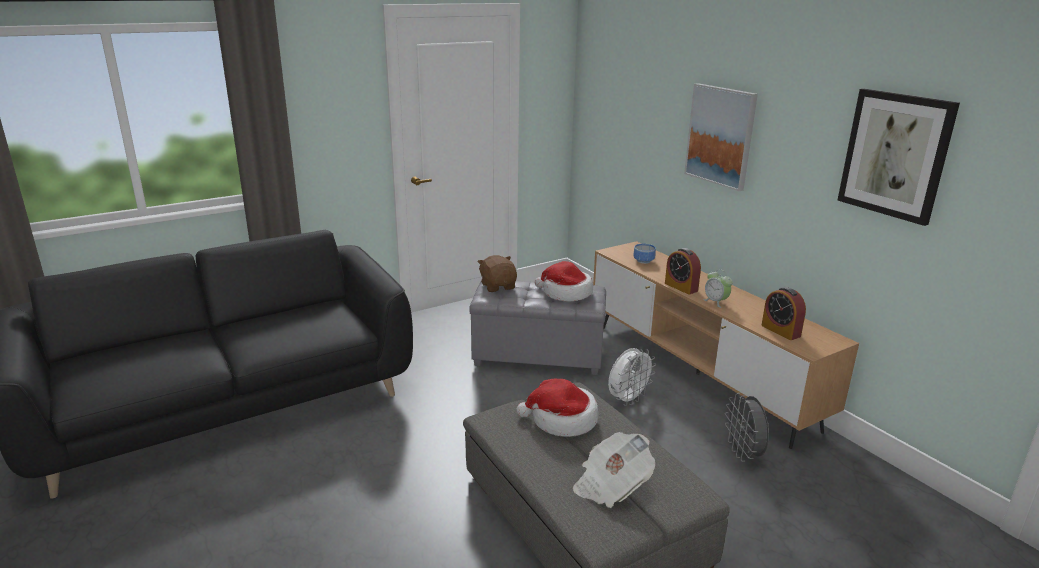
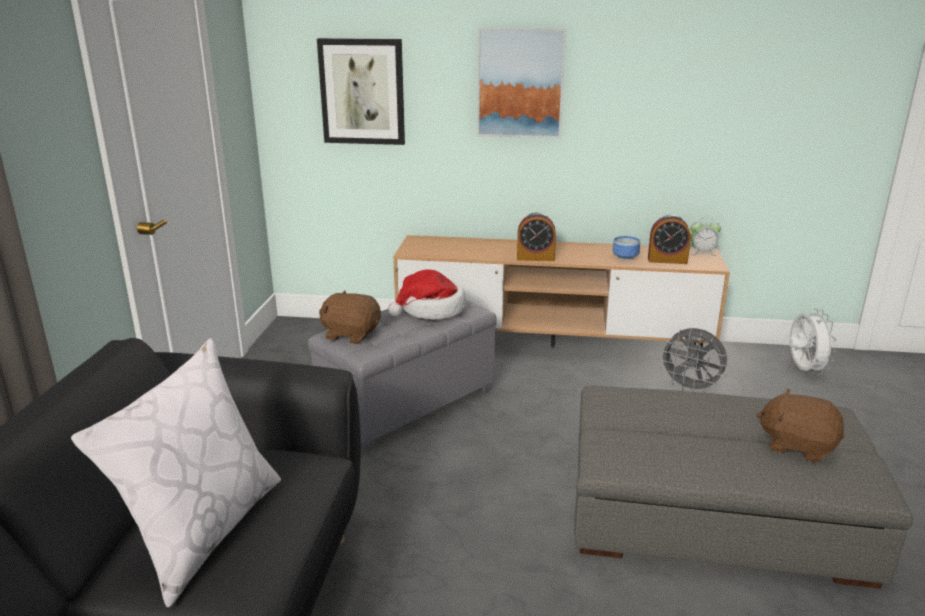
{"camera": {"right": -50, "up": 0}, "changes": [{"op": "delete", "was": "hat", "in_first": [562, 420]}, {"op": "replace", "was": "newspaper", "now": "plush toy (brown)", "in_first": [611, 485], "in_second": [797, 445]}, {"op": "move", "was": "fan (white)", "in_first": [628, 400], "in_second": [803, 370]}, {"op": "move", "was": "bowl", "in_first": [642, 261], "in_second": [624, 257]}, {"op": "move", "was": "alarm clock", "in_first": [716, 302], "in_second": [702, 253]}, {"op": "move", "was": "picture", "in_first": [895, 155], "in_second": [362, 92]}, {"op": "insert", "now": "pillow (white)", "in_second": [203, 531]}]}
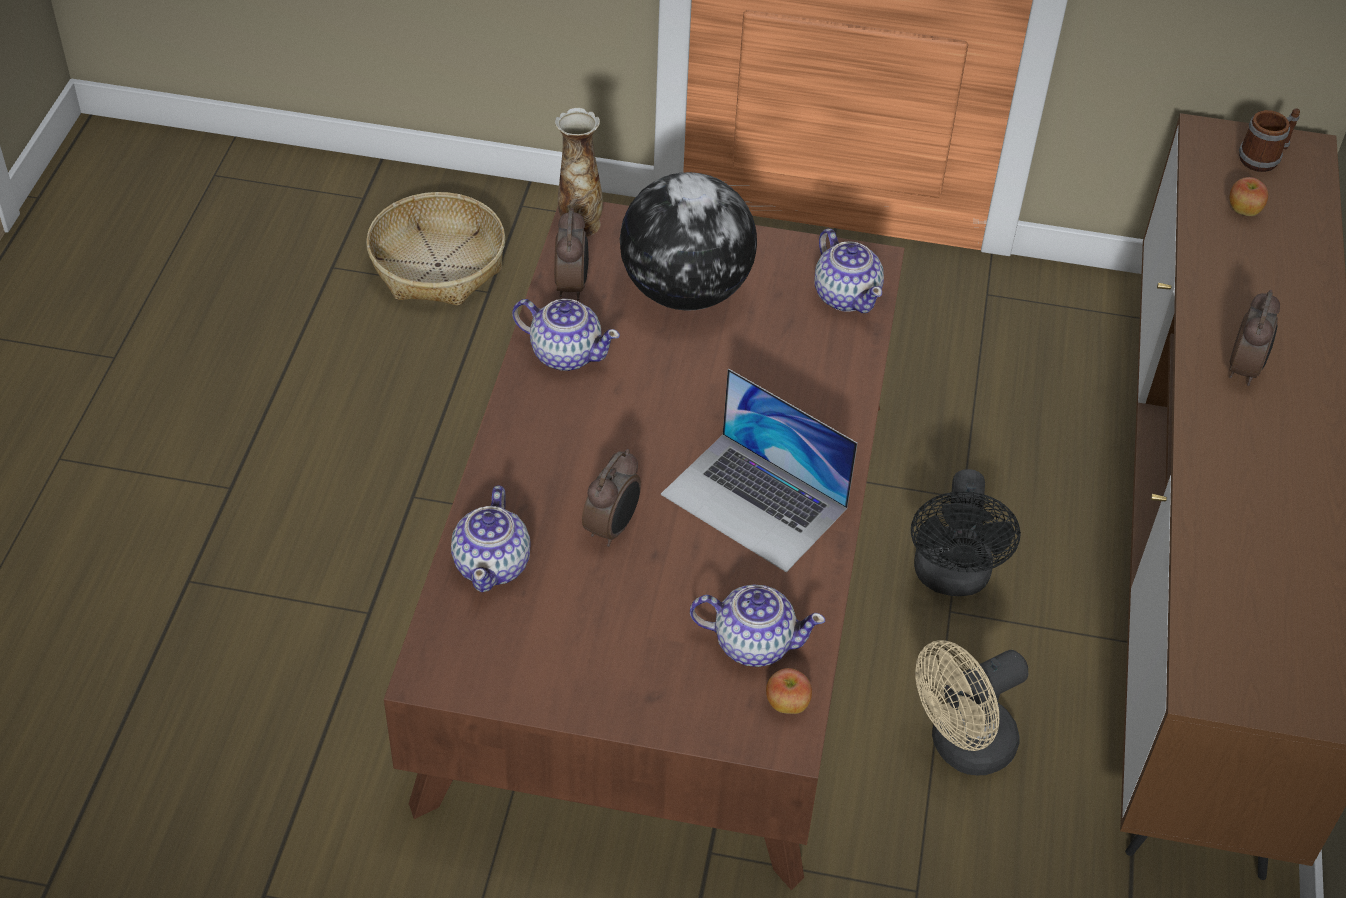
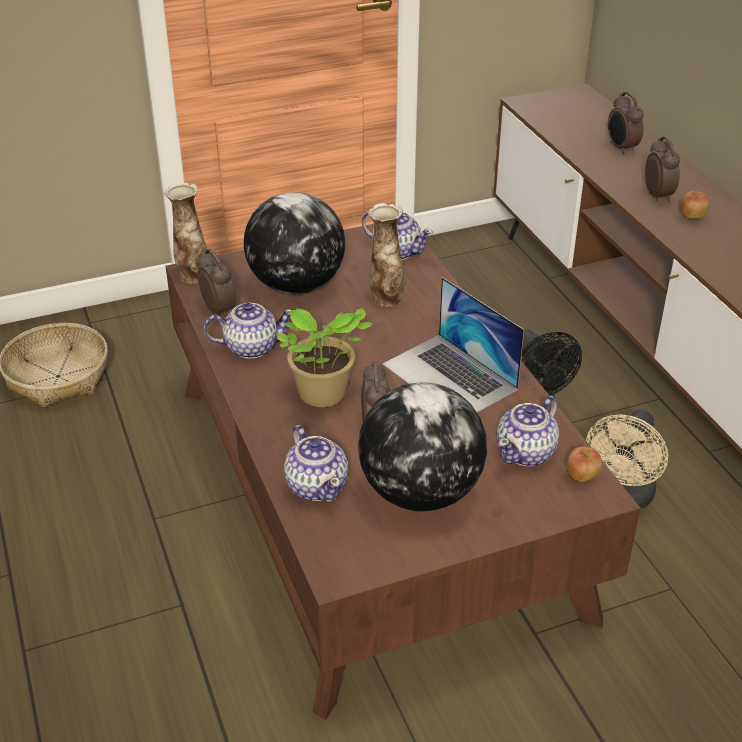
{"camera": {"right": -30, "up": -10}, "changes": [{"op": "rotate", "was": "laptop", "in_first": [755, 501], "in_second": [450, 376], "clockwise": 45}, {"op": "rotate", "was": "teapot", "in_first": [753, 642], "in_second": [526, 452], "clockwise": 150}, {"op": "move", "was": "apple", "in_first": [1243, 211], "in_second": [692, 216]}, {"op": "delete", "was": "mug", "in_first": [1264, 157]}, {"op": "insert", "now": "potted plant", "in_second": [322, 396]}, {"op": "insert", "now": "globe", "in_second": [420, 492]}, {"op": "insert", "now": "vase", "in_second": [386, 298]}, {"op": "insert", "now": "alarm clock", "in_second": [621, 148]}]}
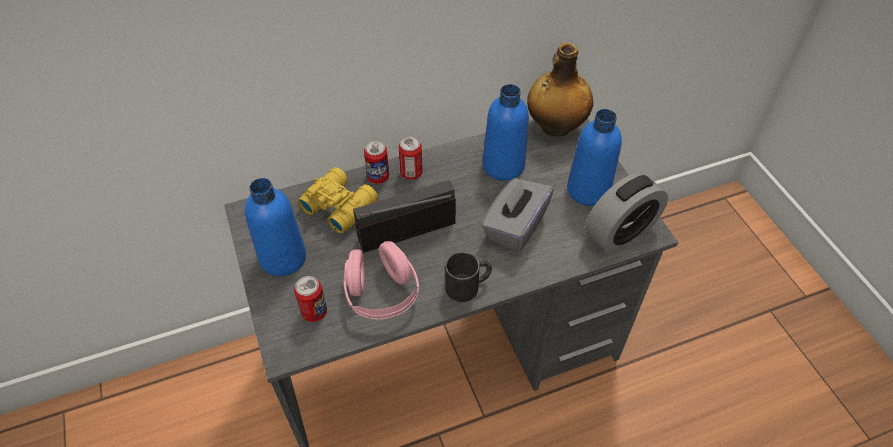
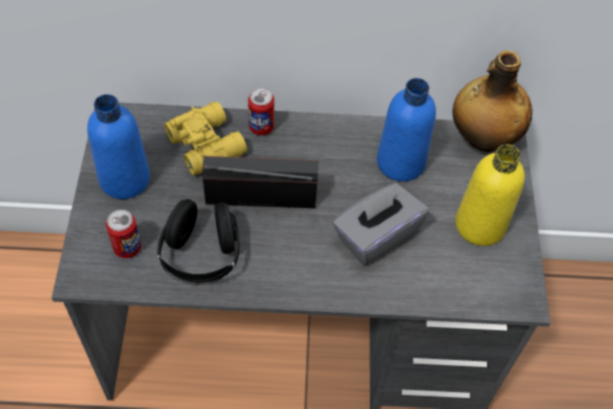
{"camera": {"right": 20, "up": 5}, "changes": [{"op": "recolor", "was": "headphones (pink)", "now": "headphones (black)", "in_first": [381, 294], "in_second": [201, 255]}, {"op": "delete", "was": "can", "in_first": [411, 173]}, {"op": "delete", "was": "mug (black)", "in_first": [468, 286]}, {"op": "recolor", "was": "bottle (blue)", "now": "bottle (yellow)", "in_first": [588, 190], "in_second": [480, 225]}, {"op": "delete", "was": "alarm clock", "in_first": [620, 233]}]}
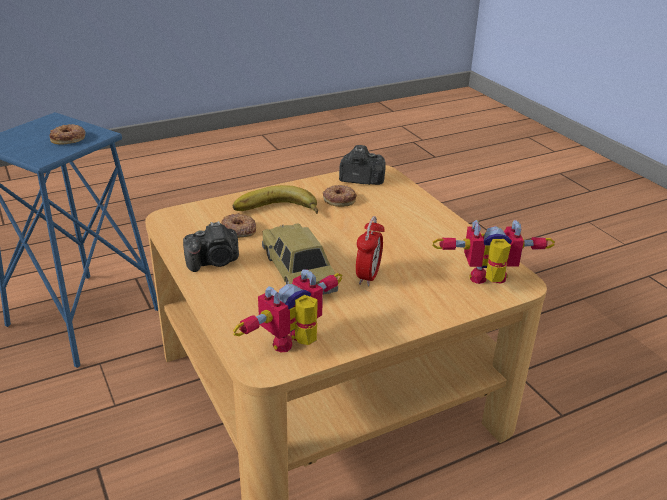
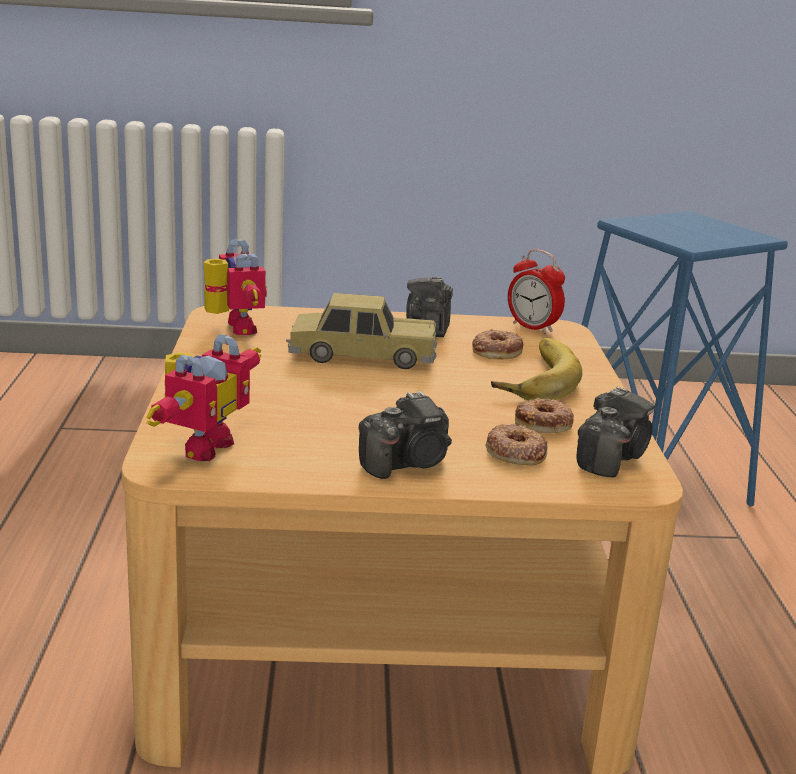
{"camera": {"right": 115, "up": -10}, "changes": [{"op": "move", "was": "donut", "in_first": [68, 138], "in_second": [515, 452]}, {"op": "move", "was": "alarm clock", "in_first": [368, 276], "in_second": [532, 327]}, {"op": "insert", "now": "photo camera", "in_second": [408, 464]}]}
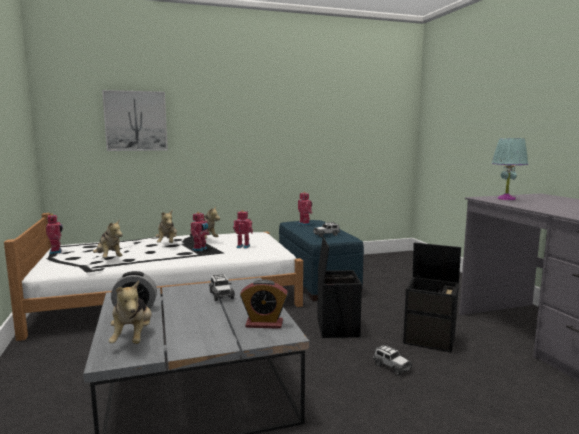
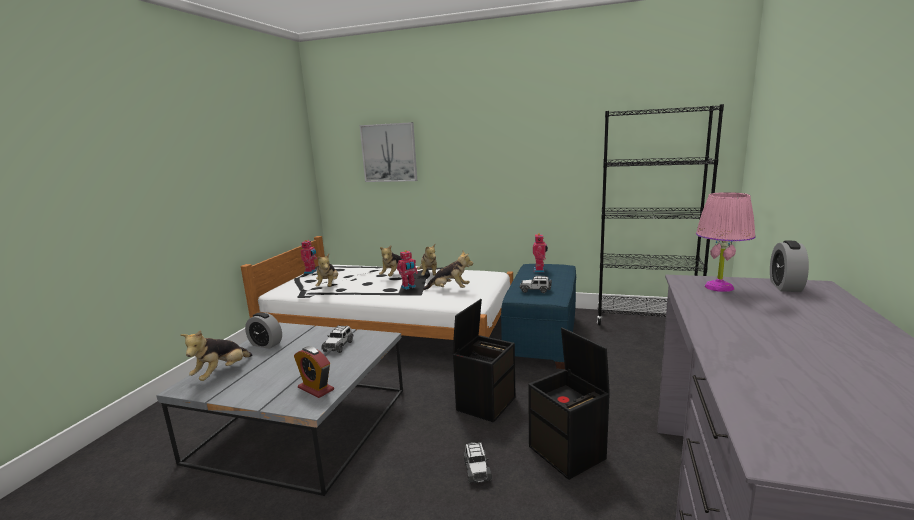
{"camera": {"right": 35, "up": 5}, "changes": [{"op": "replace", "was": "toy robot", "now": "plush toy", "in_first": [243, 246], "in_second": [449, 290]}, {"op": "recolor", "was": "table lamp (turquoise)", "now": "table lamp (pink)", "in_first": [506, 199], "in_second": [719, 287]}, {"op": "insert", "now": "bookcase (black)", "in_second": [646, 321]}, {"op": "insert", "now": "alarm clock", "in_second": [785, 286]}]}
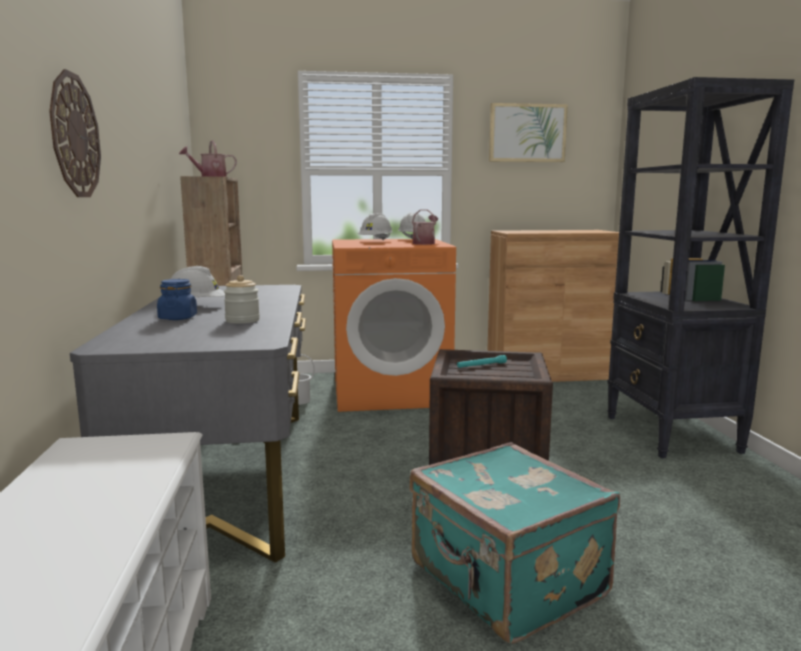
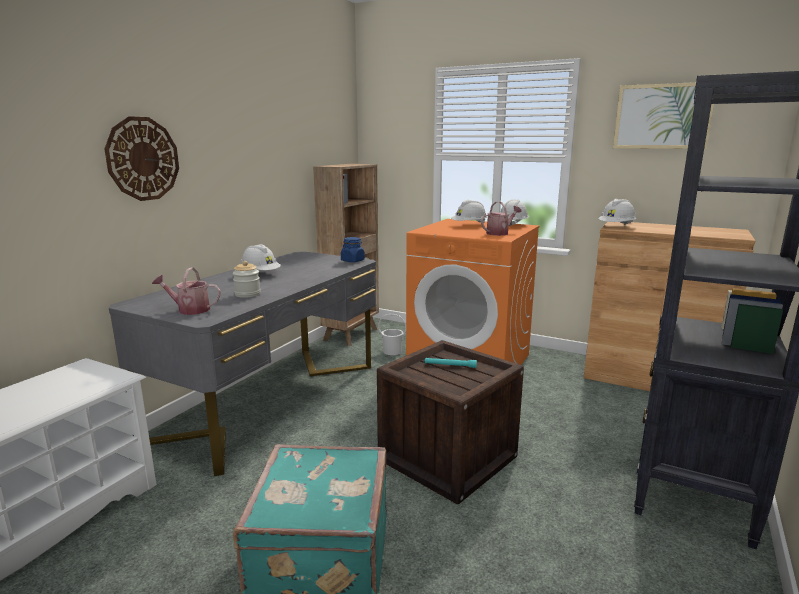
{"camera": {"right": 35, "up": 5}, "changes": [{"op": "move", "was": "jar (blue)", "in_first": [178, 318], "in_second": [352, 260]}, {"op": "move", "was": "watering can", "in_first": [210, 176], "in_second": [189, 309]}, {"op": "insert", "now": "hard hat (white)", "in_second": [616, 227]}]}
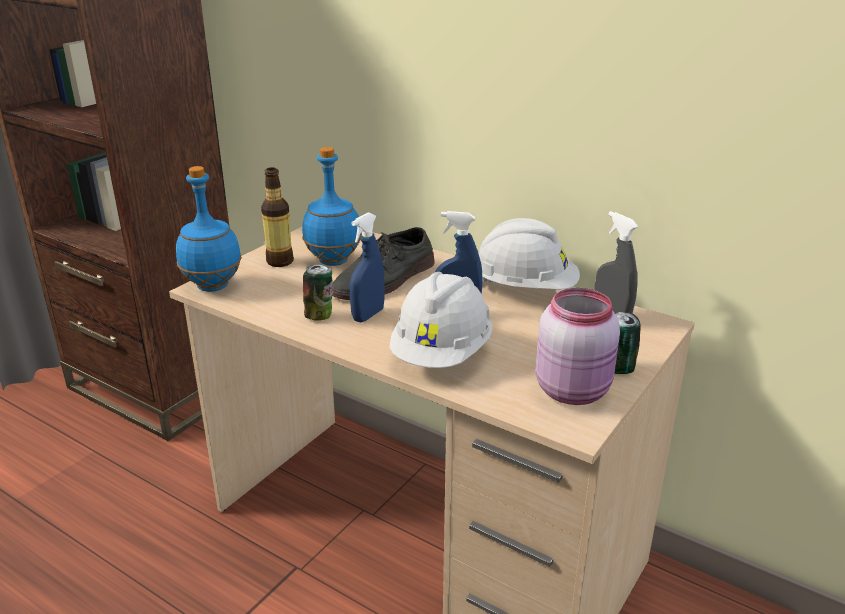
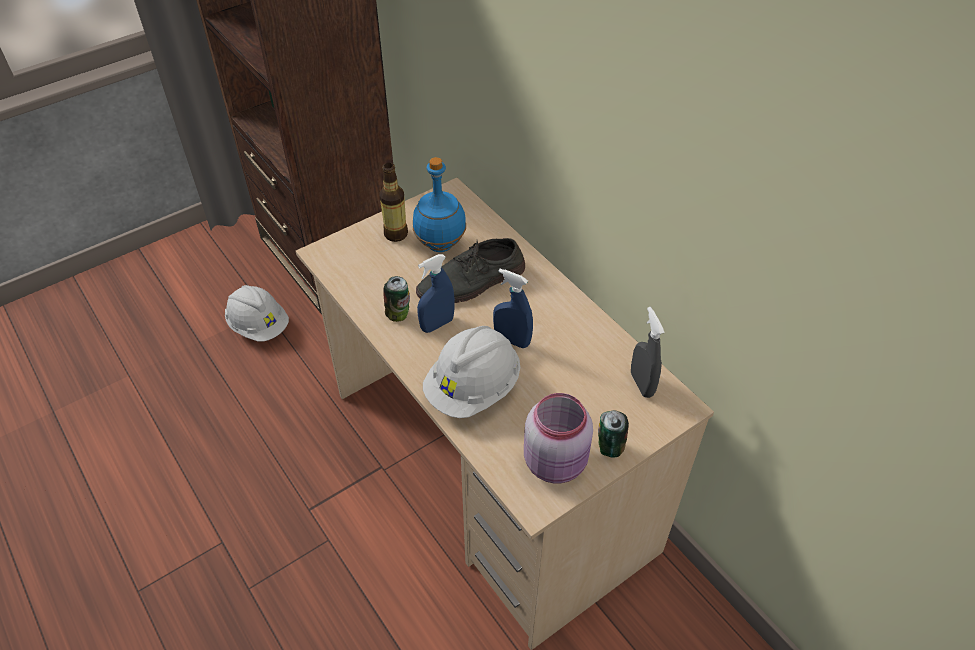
{"camera": {"right": 20, "up": 20}, "changes": [{"op": "delete", "was": "bottle (blue)", "in_first": [212, 287]}, {"op": "move", "was": "hard hat (white)", "in_first": [524, 289], "in_second": [259, 326]}]}
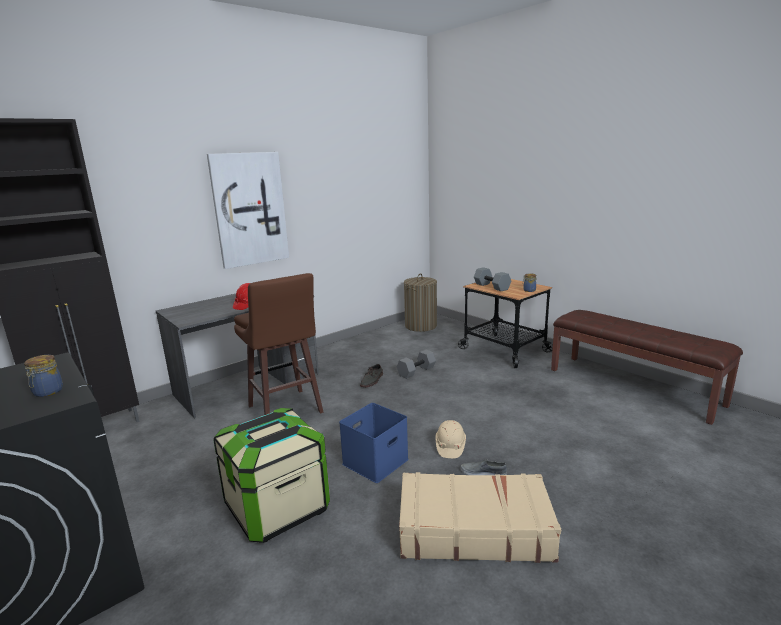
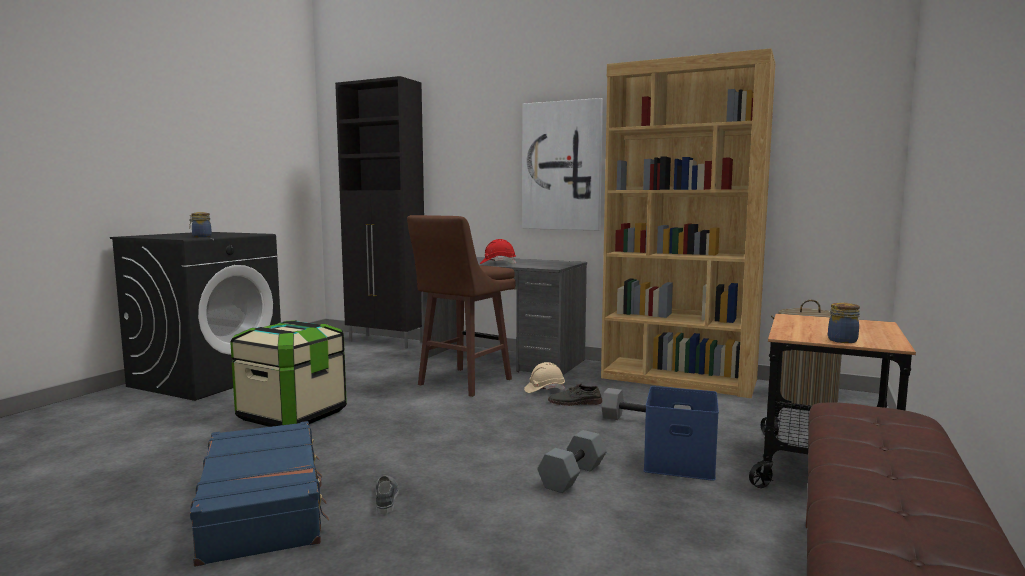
{"camera": {"right": 65, "up": -10}, "changes": [{"op": "move", "was": "storage box (blue)", "in_first": [375, 462], "in_second": [678, 463]}, {"op": "recolor", "was": "suitcase (beige)", "now": "suitcase (blue)", "in_first": [473, 529], "in_second": [264, 506]}, {"op": "move", "was": "hard hat (beige)", "in_first": [450, 447], "in_second": [544, 389]}, {"op": "move", "was": "dumbbell (grey)", "in_first": [492, 286], "in_second": [573, 476]}, {"op": "insert", "now": "bookcase (brown)", "in_second": [679, 379]}]}
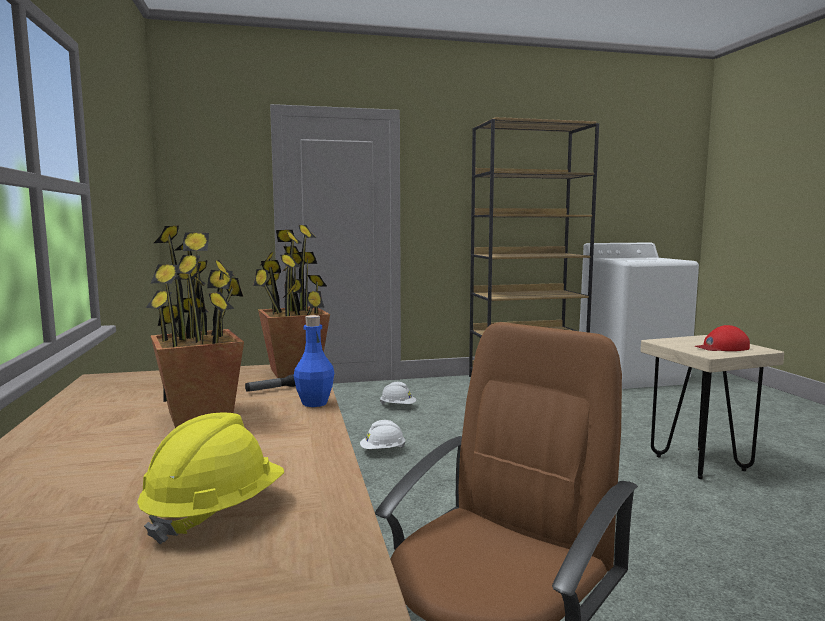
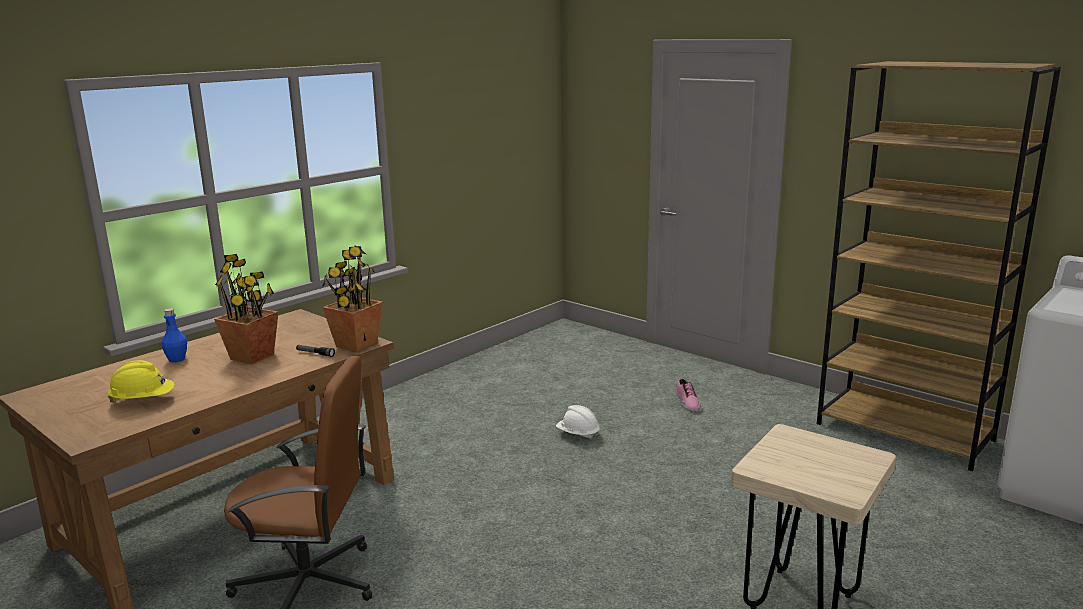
{"camera": {"right": 55, "up": 10}, "changes": [{"op": "move", "was": "bottle (blue)", "in_first": [314, 403], "in_second": [177, 359]}, {"op": "replace", "was": "hard hat (white)", "now": "shoe", "in_first": [398, 406], "in_second": [687, 402]}, {"op": "delete", "was": "cap (red)", "in_first": [722, 347]}]}
